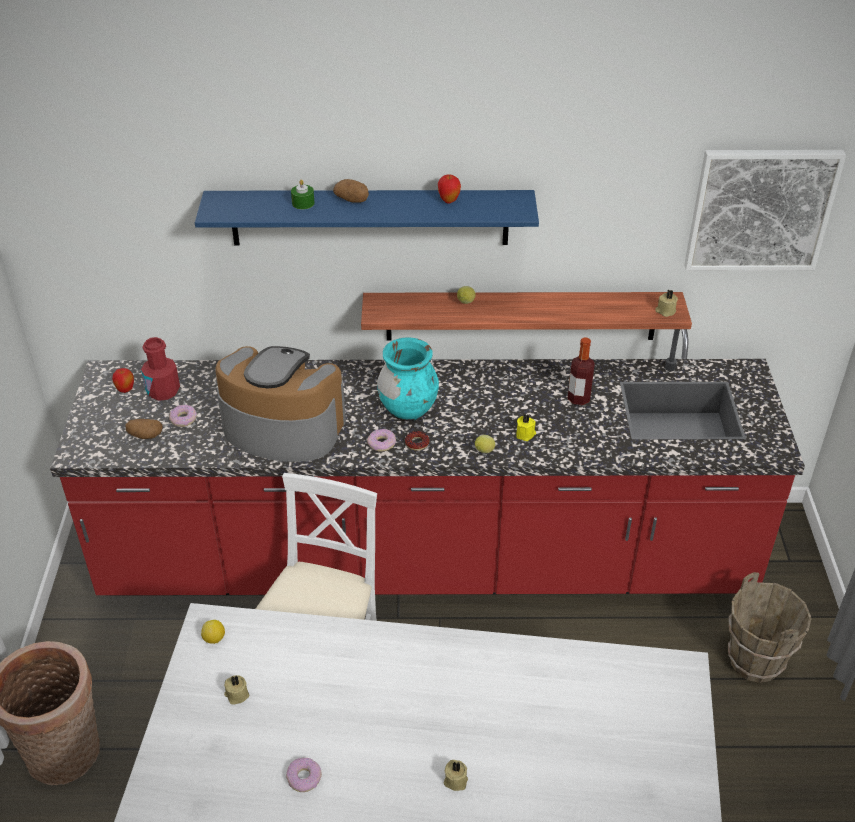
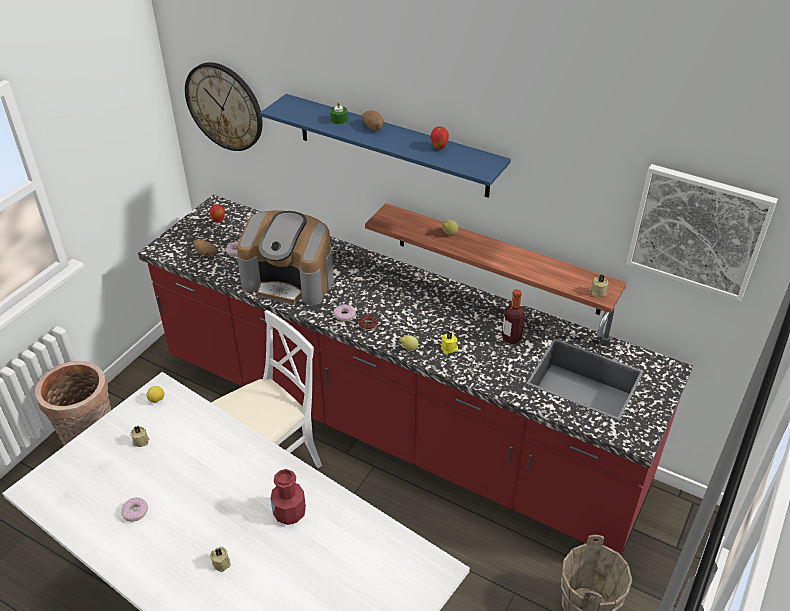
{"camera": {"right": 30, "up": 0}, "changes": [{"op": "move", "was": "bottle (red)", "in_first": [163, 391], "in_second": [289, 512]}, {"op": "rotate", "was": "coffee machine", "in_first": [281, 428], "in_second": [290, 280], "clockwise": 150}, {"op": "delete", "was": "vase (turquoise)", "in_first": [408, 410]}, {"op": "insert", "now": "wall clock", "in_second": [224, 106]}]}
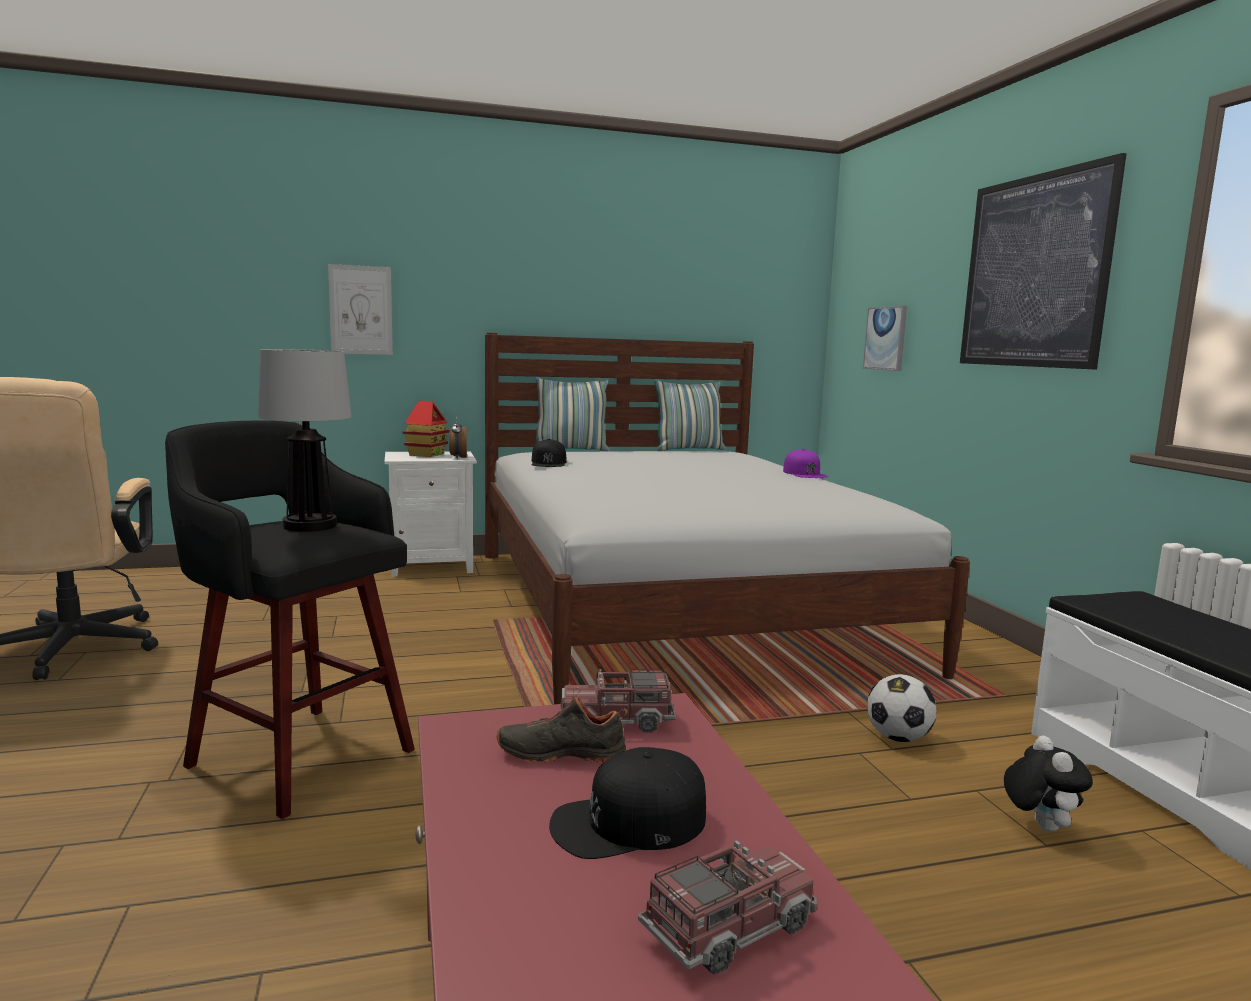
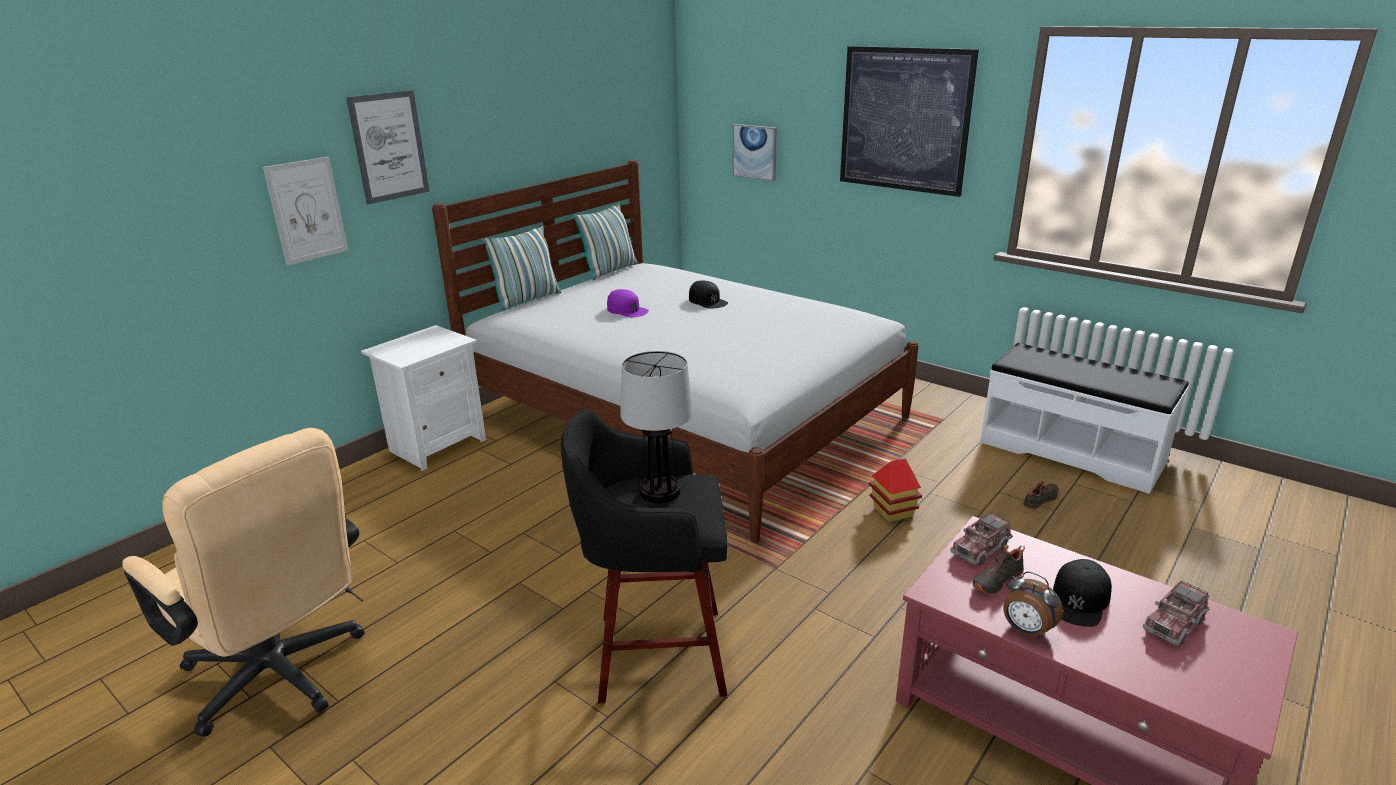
{"camera": {"right": -35, "up": 15}, "changes": [{"op": "move", "was": "toy house", "in_first": [426, 454], "in_second": [892, 511]}, {"op": "move", "was": "alarm clock", "in_first": [458, 457], "in_second": [1026, 631]}, {"op": "move", "was": "cap (black)", "in_first": [548, 463], "in_second": [707, 301]}, {"op": "rotate", "was": "toy truck", "in_first": [729, 928], "in_second": [1174, 624], "clockwise": -150}, {"op": "move", "was": "cap (purple)", "in_first": [804, 473], "in_second": [627, 310]}, {"op": "delete", "was": "football", "in_first": [898, 738]}, {"op": "replace", "was": "plush toy", "now": "shoe (black)", "in_first": [1039, 826], "in_second": [1041, 500]}, {"op": "insert", "now": "picture", "in_second": [389, 146]}]}
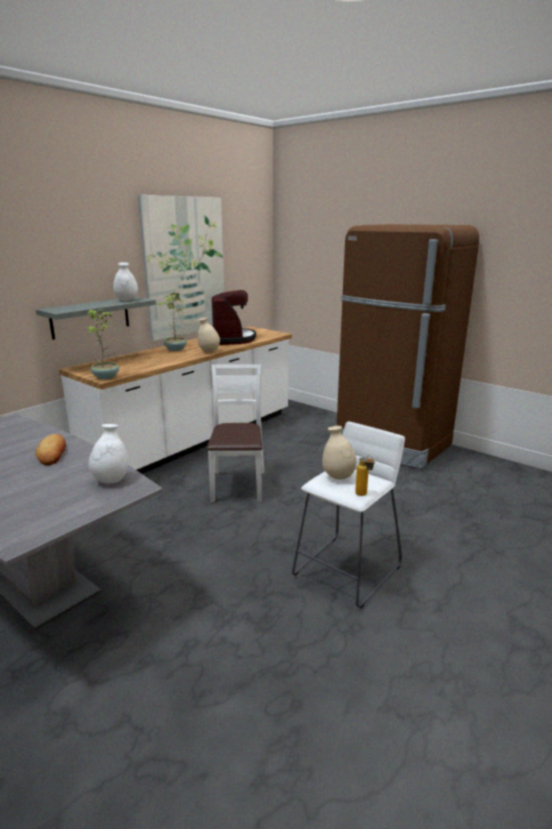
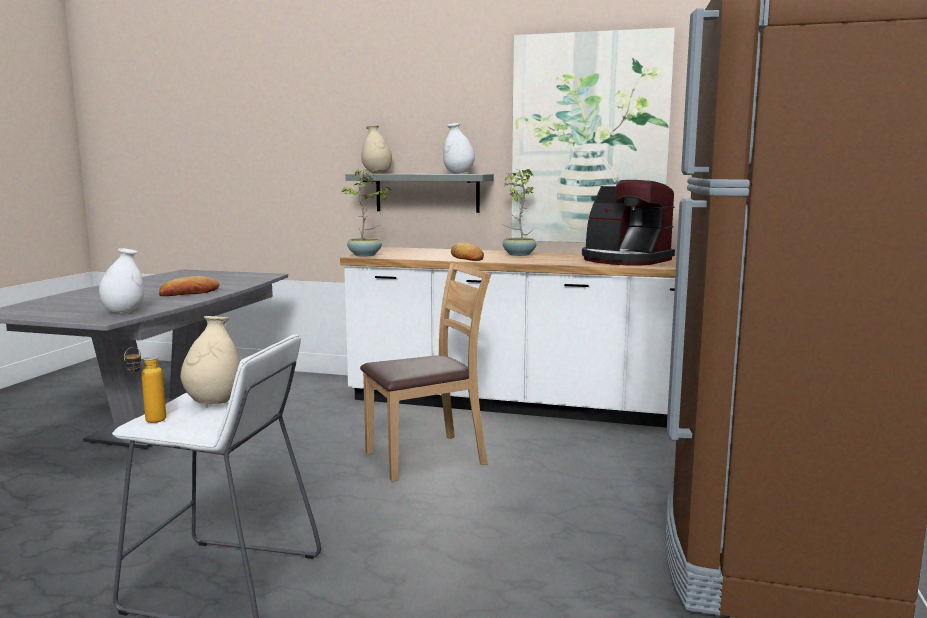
{"camera": {"right": 65, "up": -10}, "changes": [{"op": "move", "was": "vase (beige)", "in_first": [209, 351], "in_second": [377, 173]}, {"op": "recolor", "was": "chair (white)", "now": "chair (brown)", "in_first": [238, 485], "in_second": [426, 457]}, {"op": "rotate", "was": "coffee machine", "in_first": [232, 339], "in_second": [624, 260], "clockwise": 75}, {"op": "insert", "now": "bread", "in_second": [466, 257]}]}
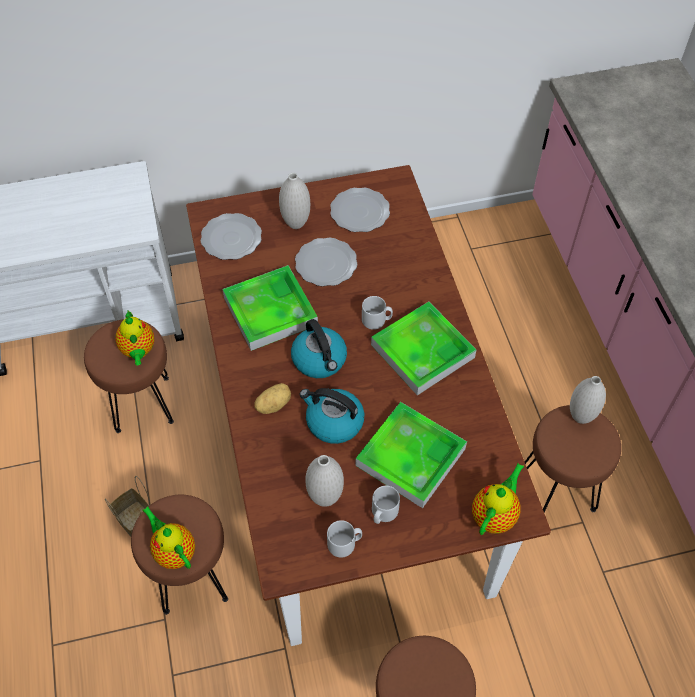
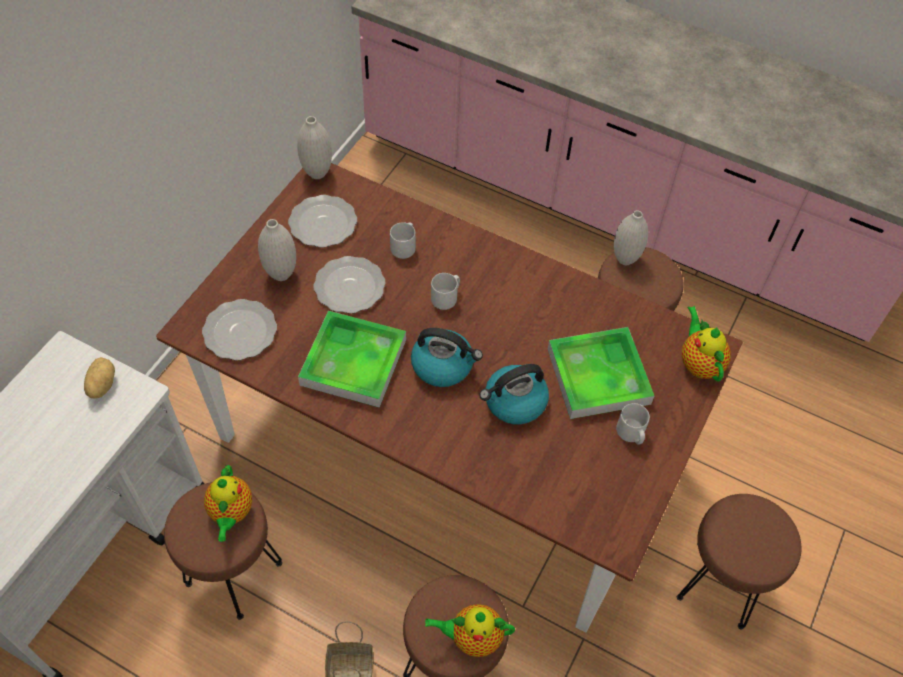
{"camera": {"right": -50, "up": 0}, "changes": [{"op": "rotate", "was": "teapot", "in_first": [138, 351], "in_second": [231, 513], "clockwise": 60}, {"op": "move", "was": "potato", "in_first": [273, 404], "in_second": [101, 385]}, {"op": "move", "was": "vase (white)", "in_first": [325, 497], "in_second": [317, 173]}, {"op": "move", "was": "mug (grey)", "in_first": [344, 544], "in_second": [404, 247]}, {"op": "delete", "was": "tray", "in_first": [422, 351]}]}
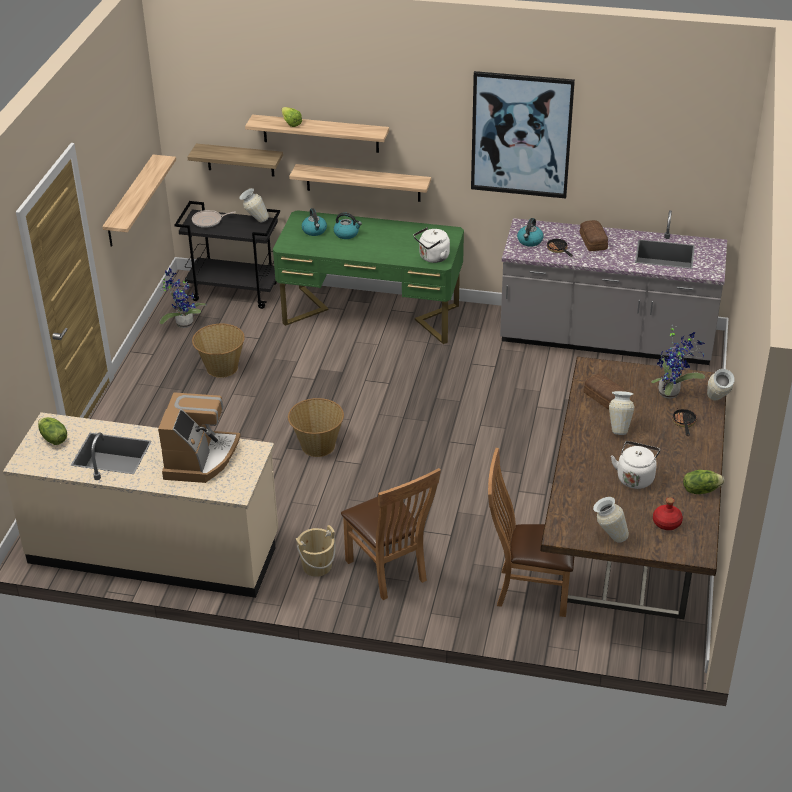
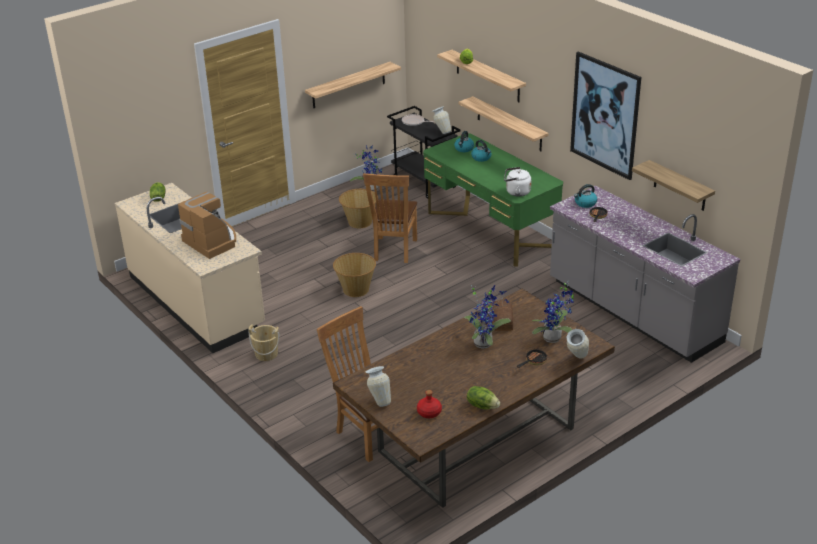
{"camera": {"right": 40, "up": -5}, "changes": [{"op": "rotate", "was": "coffee machine", "in_first": [200, 458], "in_second": [212, 241], "clockwise": -90}, {"op": "move", "was": "shelf", "in_first": [240, 160], "in_second": [680, 186]}, {"op": "move", "was": "chair (brown)", "in_first": [390, 572], "in_second": [393, 251]}, {"op": "delete", "was": "bread", "in_first": [592, 241]}, {"op": "replace", "was": "vase", "now": "potted plant", "in_first": [619, 428], "in_second": [484, 342]}, {"op": "delete", "was": "kettle (white)", "in_first": [635, 477]}]}
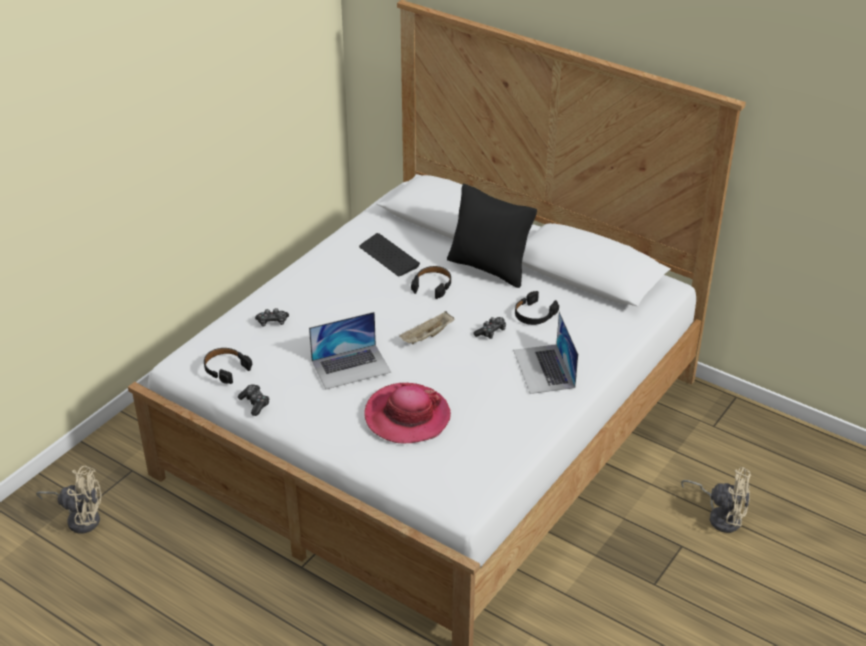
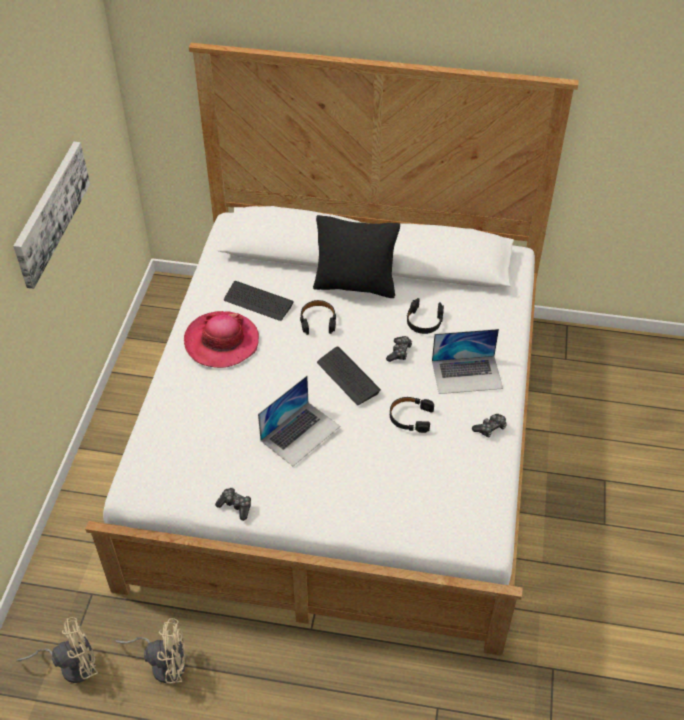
{"camera": {"right": -25, "up": 10}, "changes": [{"op": "move", "was": "headphones (black)", "in_first": [226, 369], "in_second": [410, 417]}, {"op": "move", "was": "game controller", "in_first": [272, 322], "in_second": [490, 428]}, {"op": "move", "was": "hat", "in_first": [407, 416], "in_second": [221, 342]}, {"op": "replace", "was": "tray (beige)", "now": "keyboard", "in_first": [427, 337], "in_second": [348, 377]}, {"op": "rotate", "was": "laptop", "in_first": [544, 369], "in_second": [467, 374], "clockwise": -60}, {"op": "move", "was": "fan (beige)", "in_first": [721, 516], "in_second": [163, 663]}, {"op": "insert", "now": "picture", "in_second": [50, 212]}]}
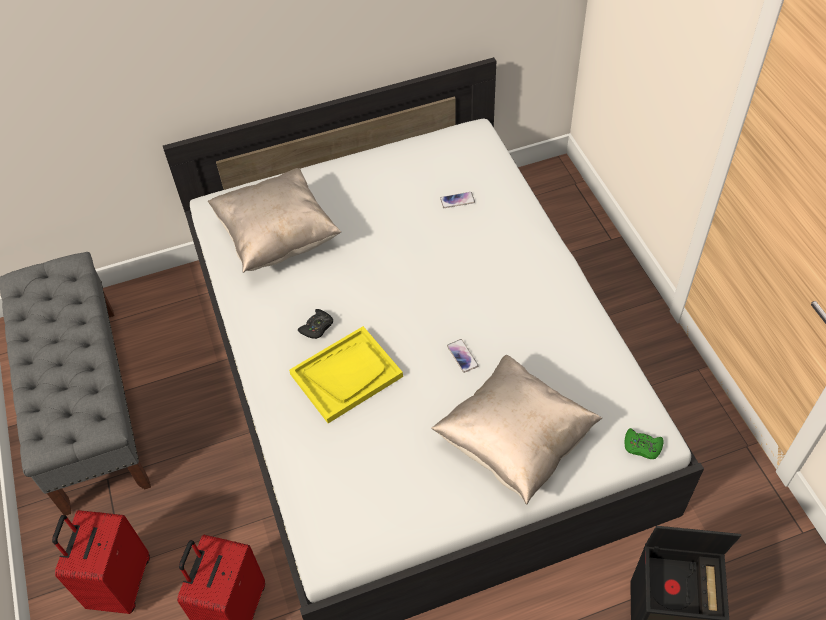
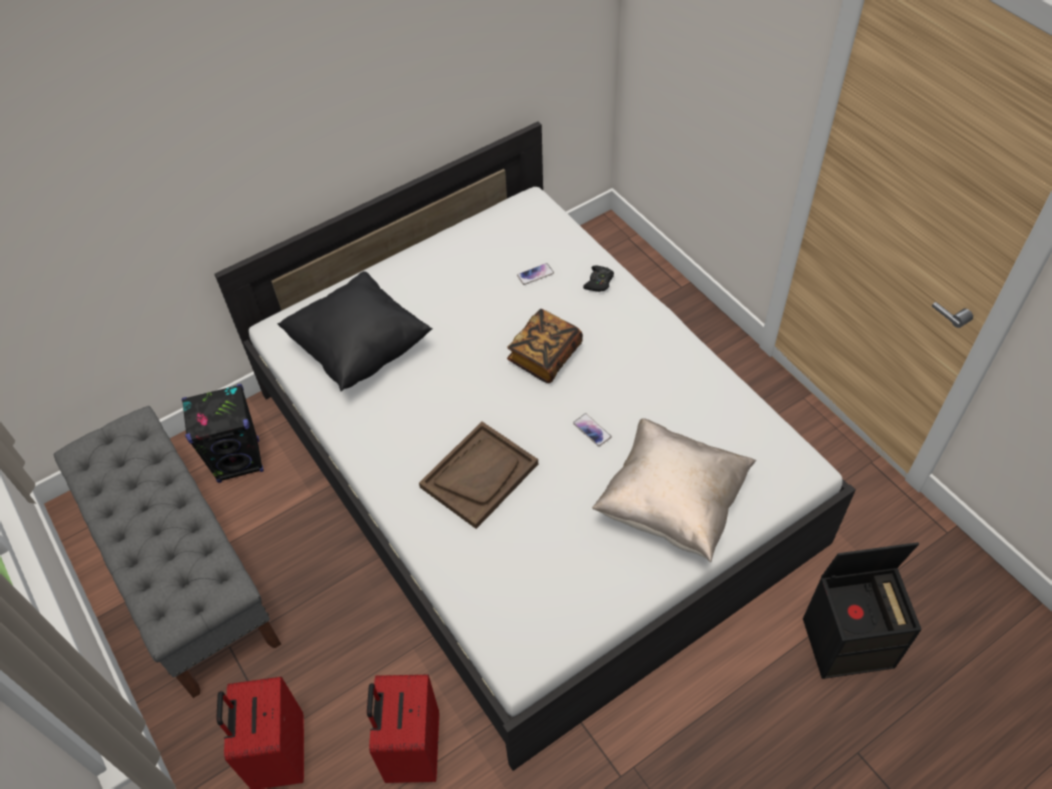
{"camera": {"right": -15, "up": 0}, "changes": [{"op": "recolor", "was": "pillow (beige)", "now": "pillow (black)", "in_first": [277, 237], "in_second": [359, 348]}, {"op": "recolor", "was": "tray (yellow)", "now": "tray (brown)", "in_first": [346, 375], "in_second": [479, 475]}, {"op": "move", "was": "game controller (black)", "in_first": [317, 327], "in_second": [599, 282]}, {"op": "delete", "was": "game controller (green)", "in_first": [642, 447]}, {"op": "insert", "now": "speaker (black)", "in_second": [239, 461]}, {"op": "insert", "now": "book", "in_second": [545, 356]}]}
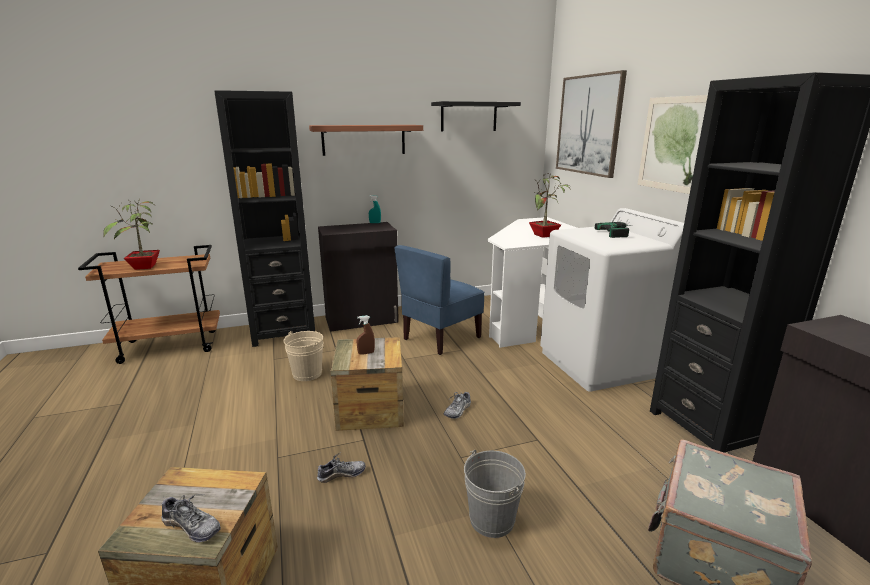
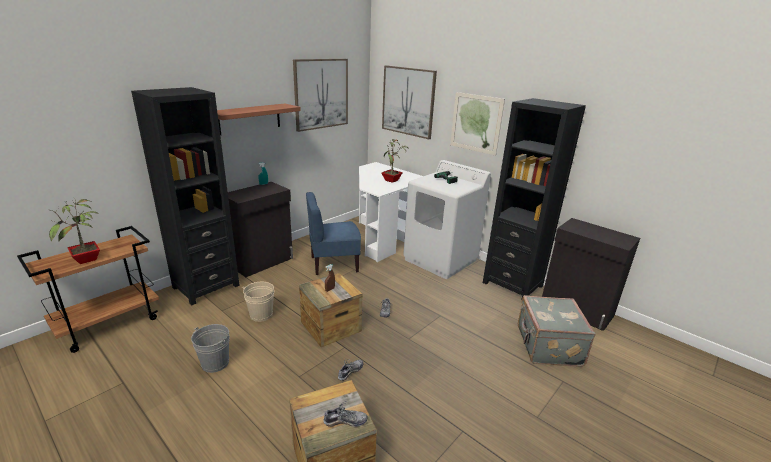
{"camera": {"right": -30, "up": 5}, "changes": [{"op": "rotate", "was": "chair (blue)", "in_first": [441, 338], "in_second": [334, 264], "clockwise": 60}, {"op": "replace", "was": "shelf (black)", "now": "picture", "in_first": [469, 117], "in_second": [321, 94]}, {"op": "move", "was": "bucket (grey)", "in_first": [491, 519], "in_second": [215, 363]}]}
